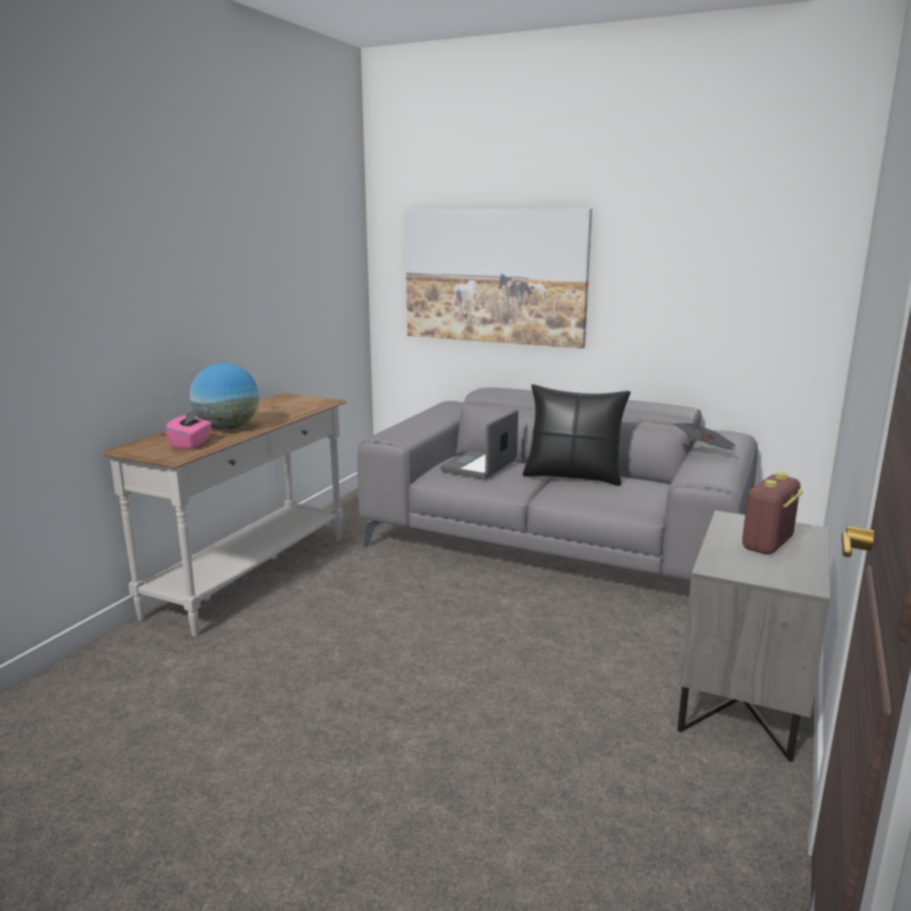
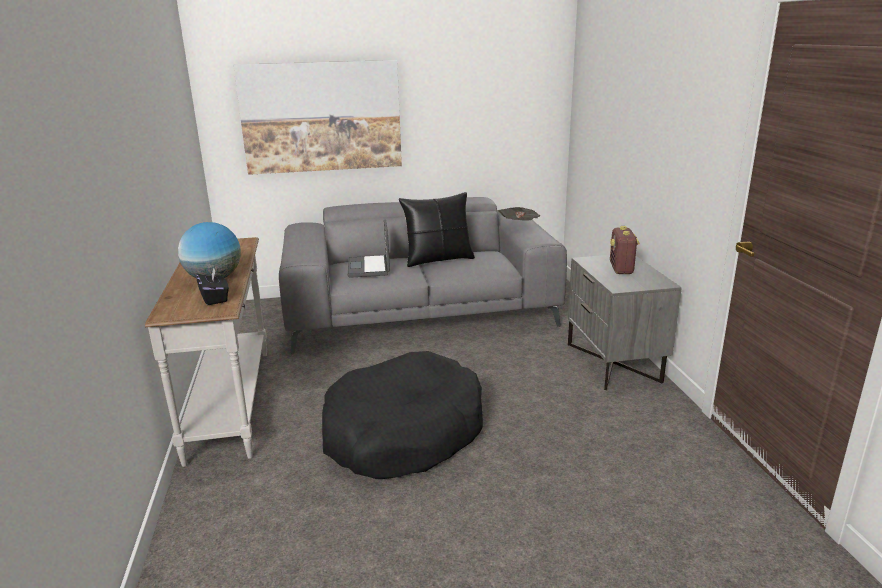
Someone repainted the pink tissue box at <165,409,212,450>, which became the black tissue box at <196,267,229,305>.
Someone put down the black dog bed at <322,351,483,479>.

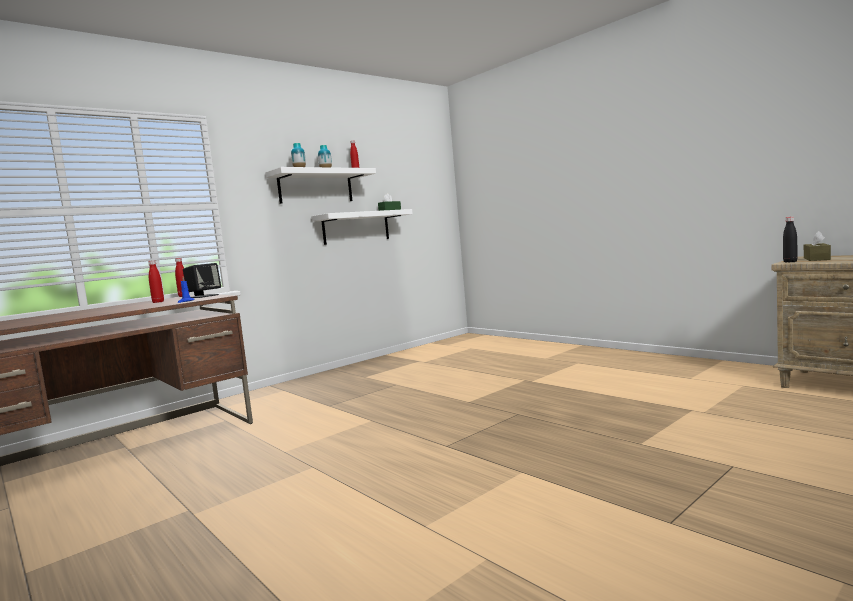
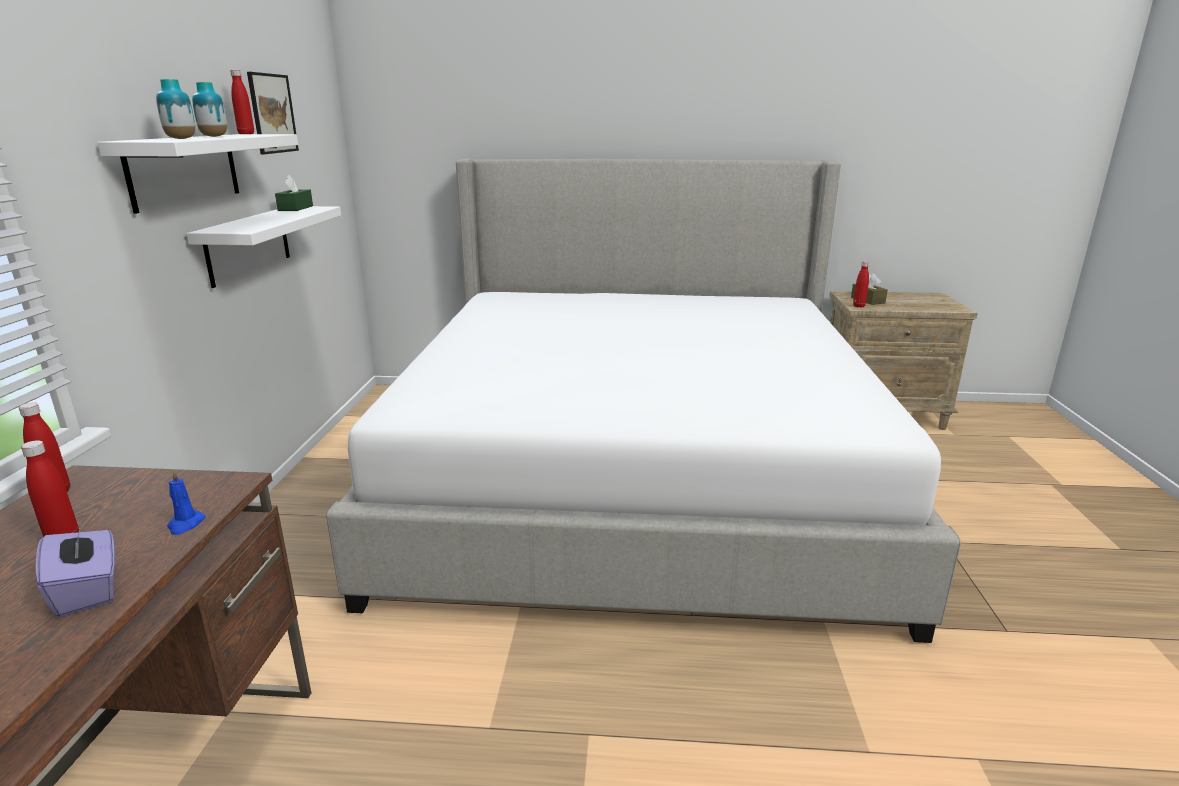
Someone put down the purple tissue box at <36,517,115,617>.
Someone put up the picture at <247,72,299,154>.
Someone put down the bed at <326,158,961,643>.
Someone repainted the black bottle at <783,217,798,262>, which became the red bottle at <853,261,869,308>.
Someone took away the black speaker at <183,263,221,298>.

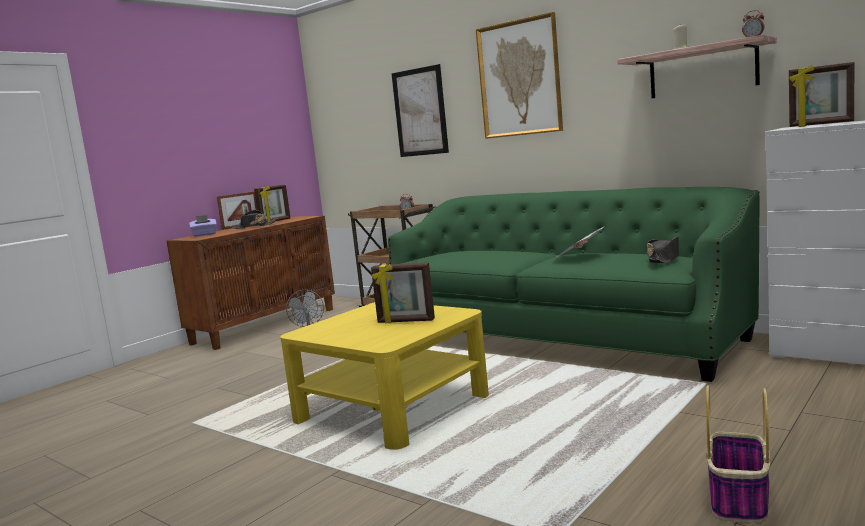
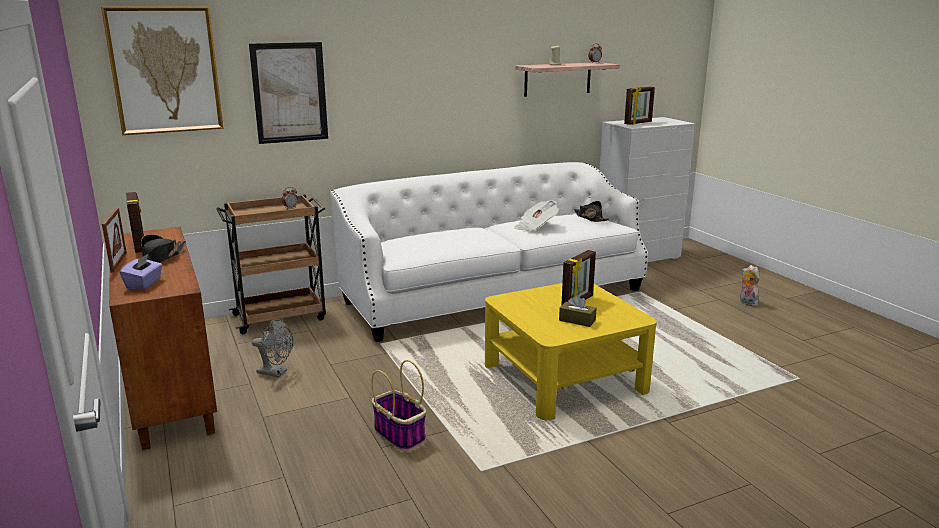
Someone carried the picture from <476,12,563,139> to <101,6,223,135>.
Someone repainted the green sofa at <388,187,760,382>, which became the white sofa at <330,162,648,342>.
Someone carried the basket from <706,385,771,523> to <372,360,426,451>.
Someone put down the brown tissue box at <559,295,596,327>.
Someone put down the plush toy at <740,265,760,306>.

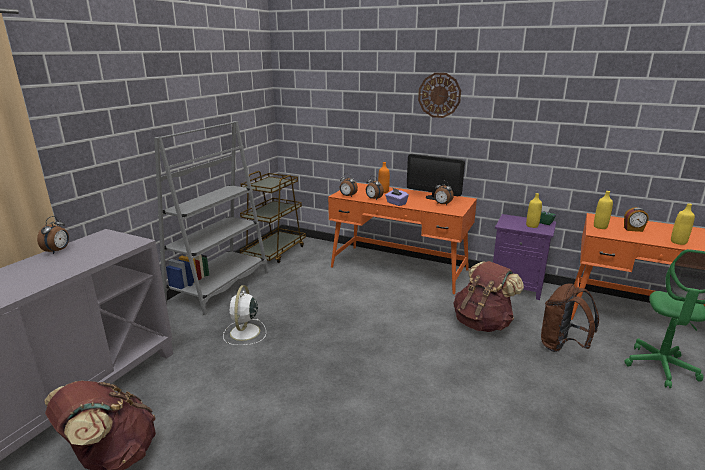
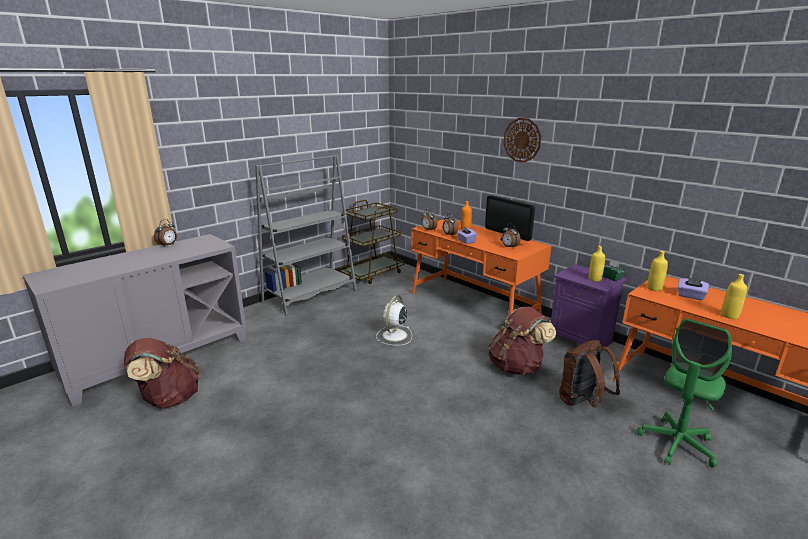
Someone carried the white fan from <223,285,266,345> to <376,295,412,346>.
Someone swapped the alarm clock at <624,207,649,232> for the purple tissue box at <678,277,709,300>.

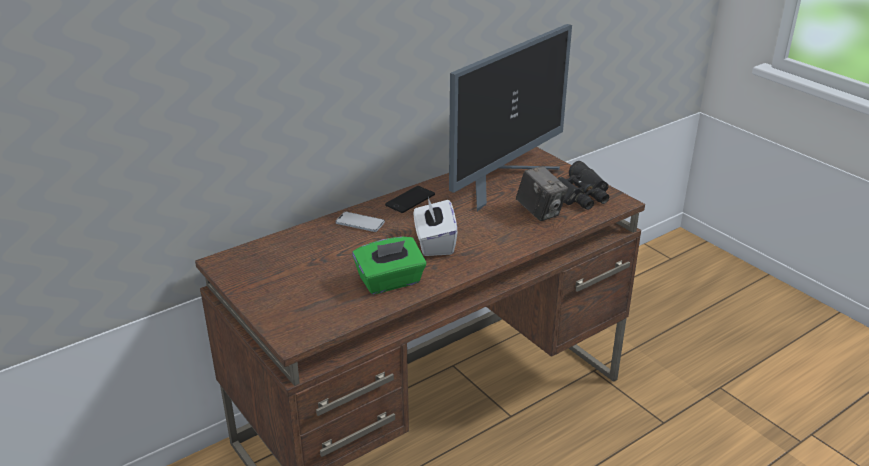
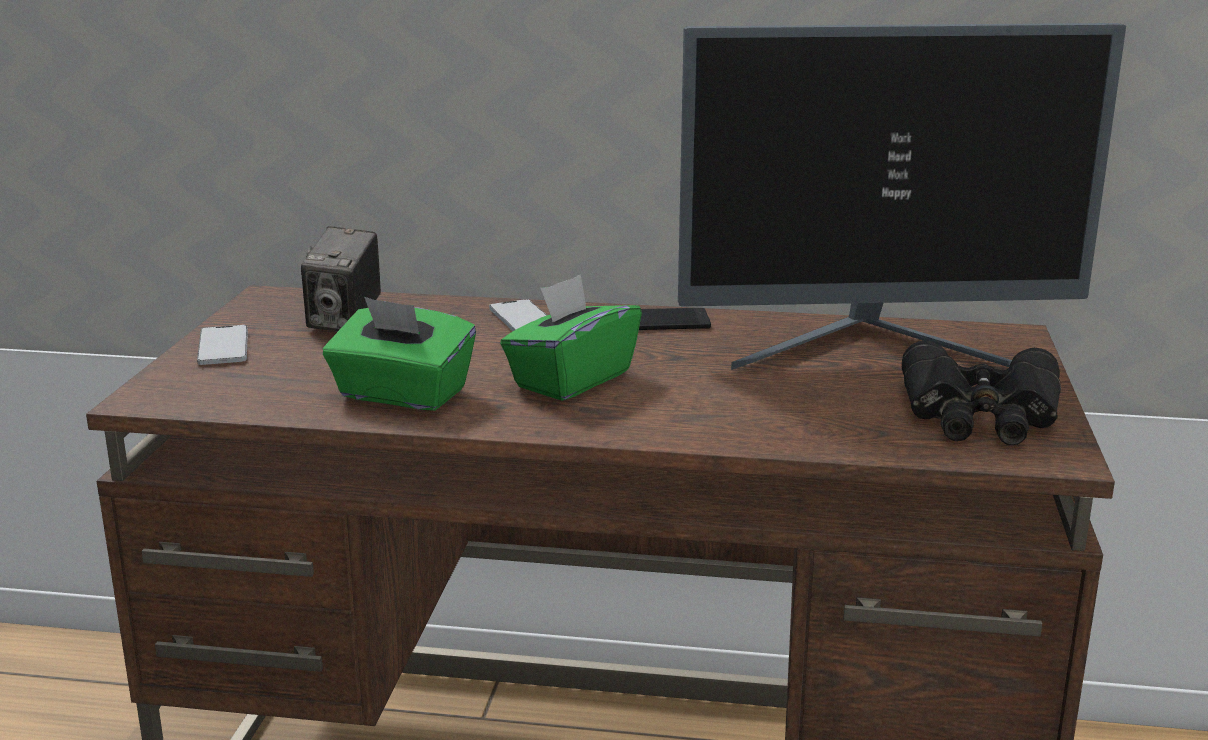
Someone put down the phone at <197,325,248,365>.
Someone carried the photo camera from <516,166,568,221> to <301,226,381,331>.
Someone repainted the white tissue box at <414,197,457,256>, which became the green tissue box at <500,275,642,401>.

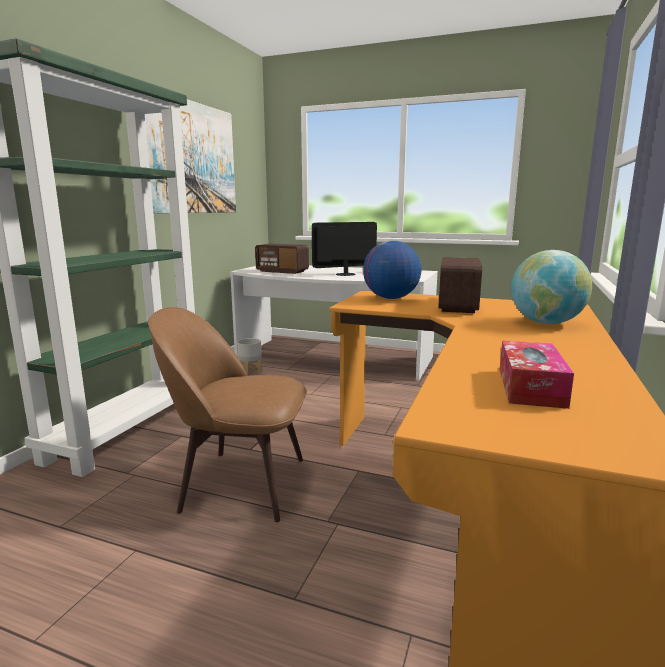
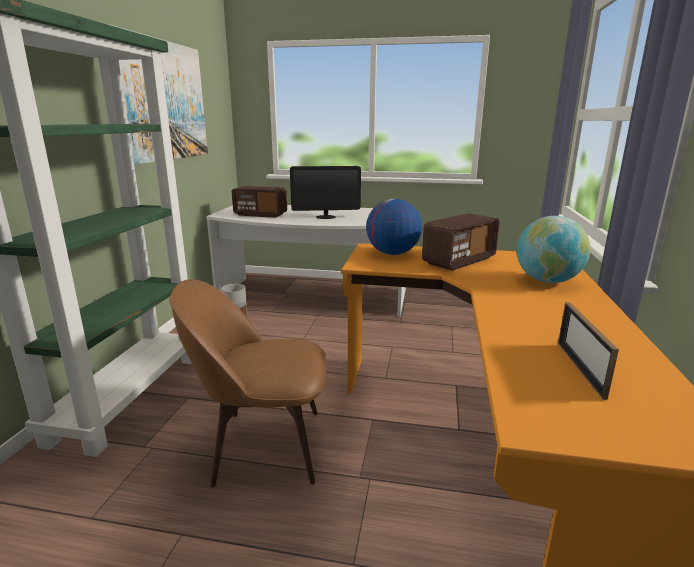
Someone rotated the monitor at <312,222,377,276> by 150 degrees counterclockwise.
Someone rotated the radio at <438,257,482,313> by 135 degrees counterclockwise.
Someone swapped the tissue box at <500,341,574,409> for the picture frame at <558,302,619,400>.

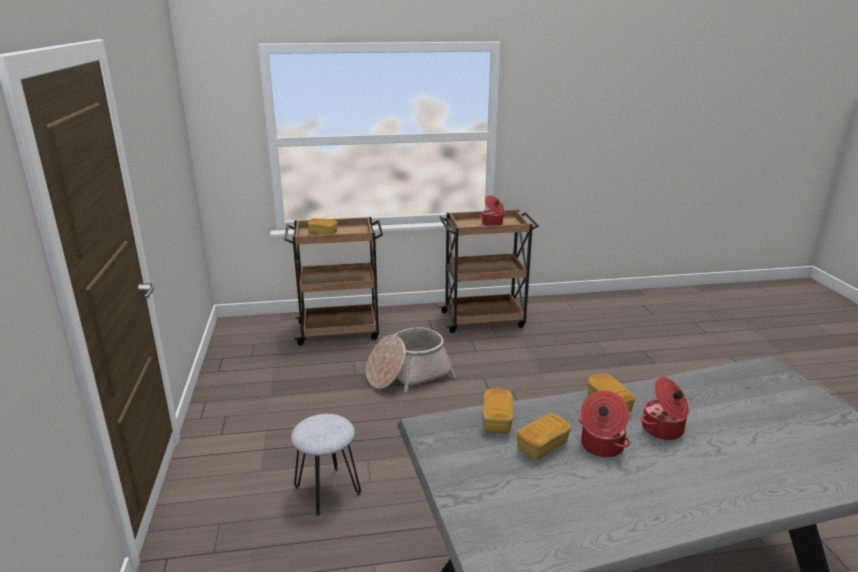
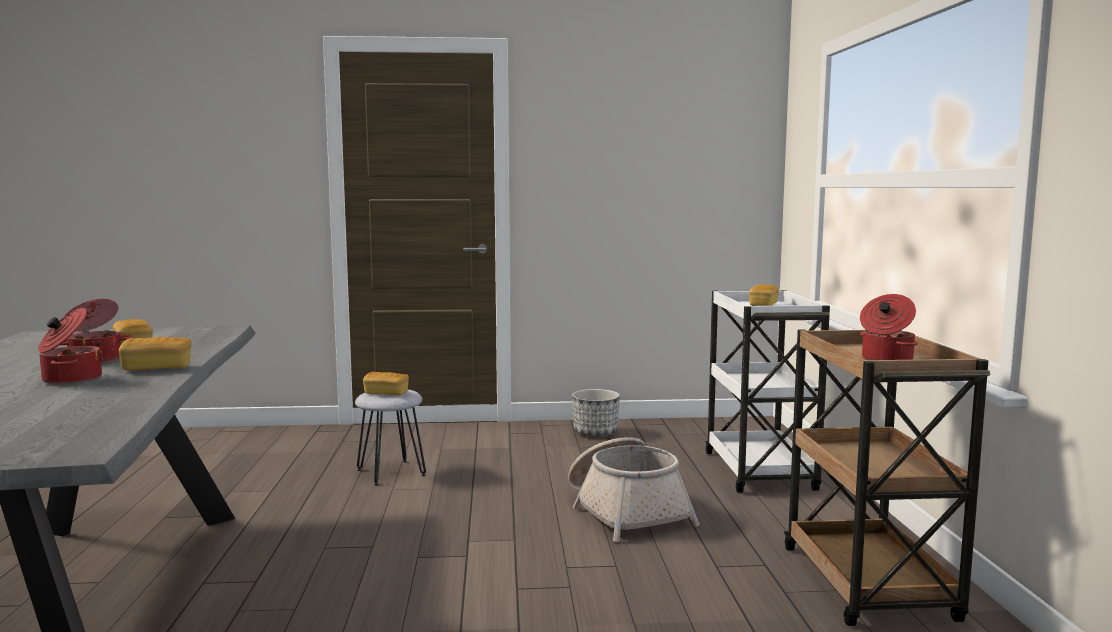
Someone carried the bread from <483,389,513,433> to <363,372,409,395>.
Someone put down the planter at <572,389,620,438>.
Someone repainted the brown cart at <284,217,383,345>, which became the white cart at <705,290,830,493>.

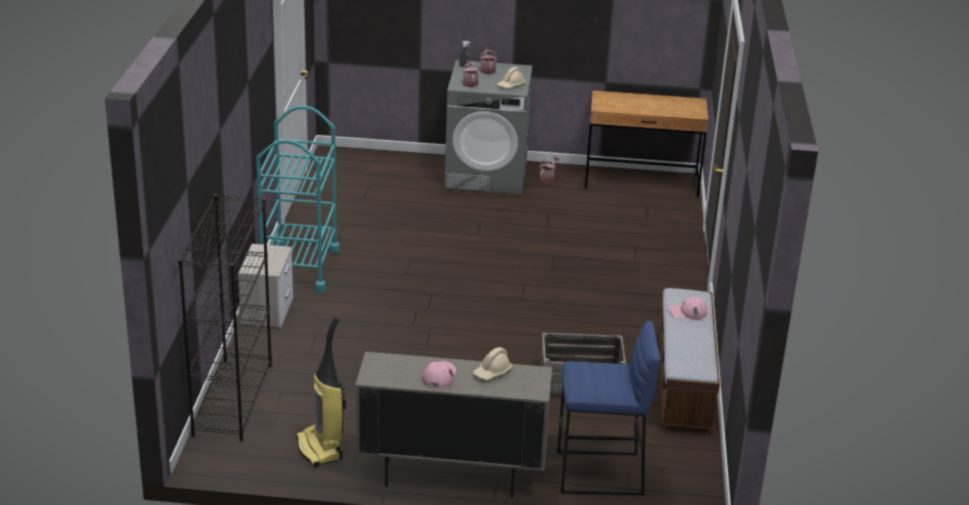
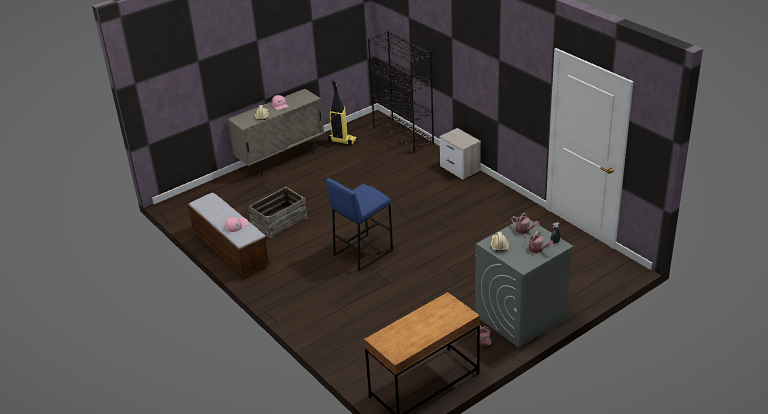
Someone carried the blue stool from <557,321,661,495> to <326,178,393,271>.
Someone took away the turquoise cart at <256,105,340,293>.

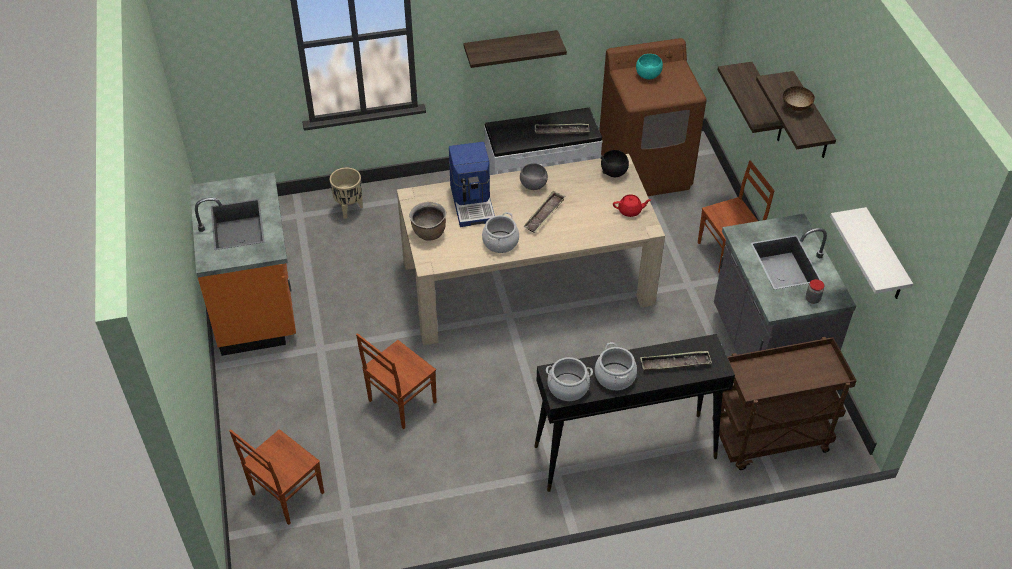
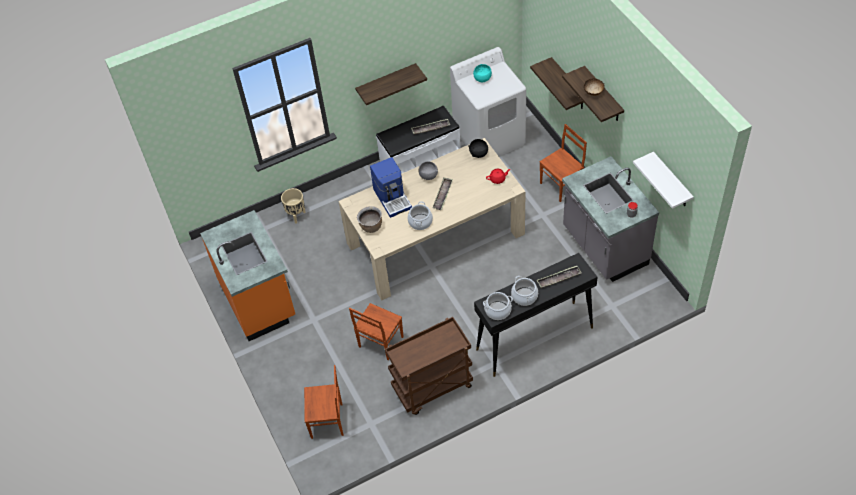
Someone rotated the brown chair at <229,429,324,525> by 120 degrees counterclockwise.
Someone carried the brown cart from <712,337,857,470> to <385,317,473,415>.
Someone repainted the brown washing machine at <599,38,706,196>, which became the white washing machine at <450,47,526,156>.

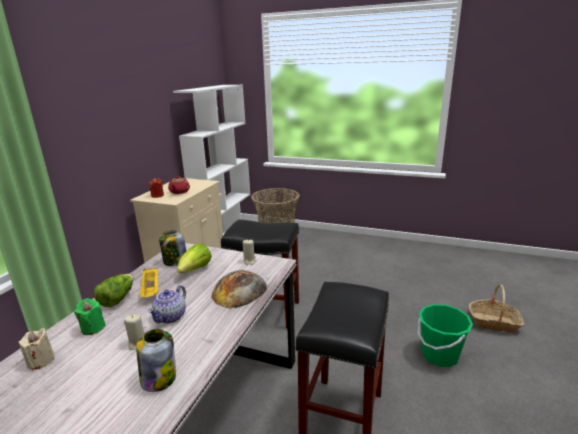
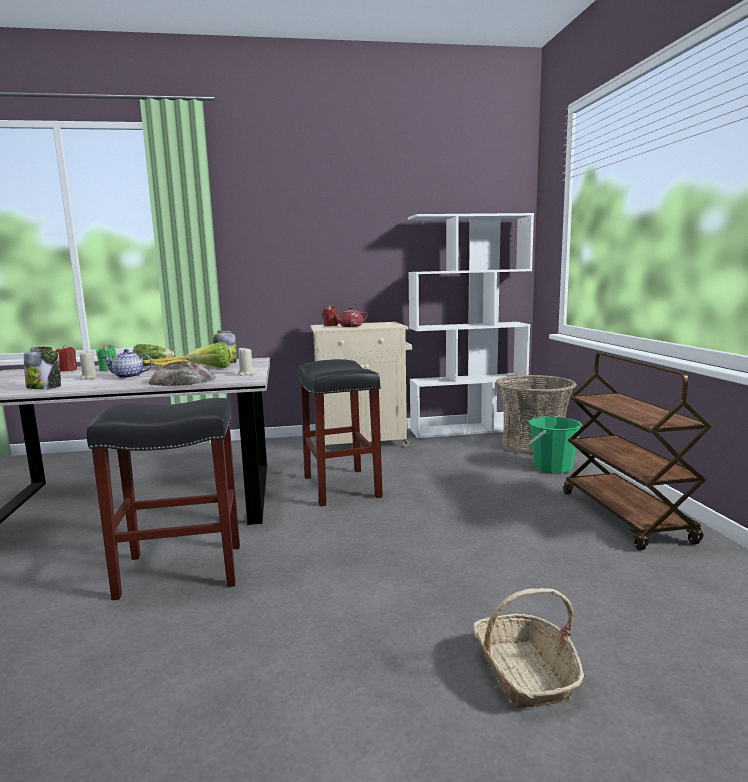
Someone repainted the beige candle at <19,328,55,371>, which became the red candle at <56,345,77,371>.
Someone carried the green bucket from <417,304,473,367> to <528,417,582,474>.
Someone put down the brown cart at <563,352,712,550>.

